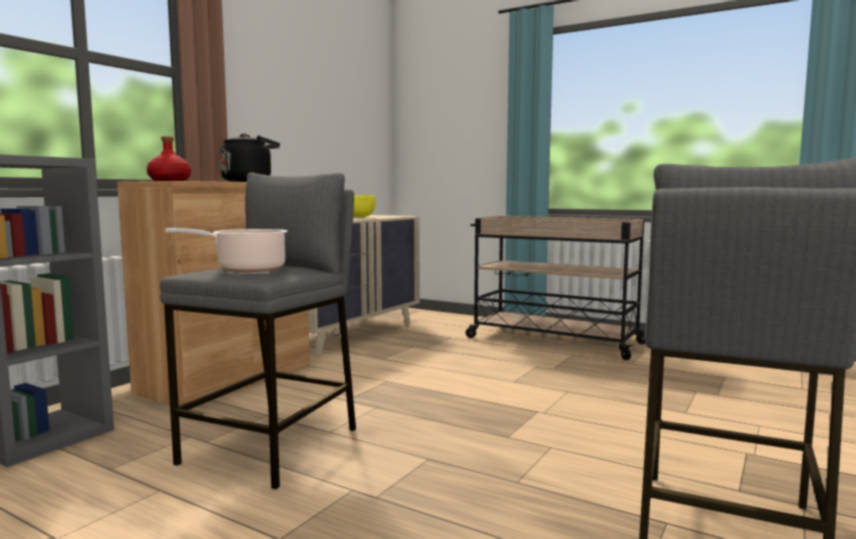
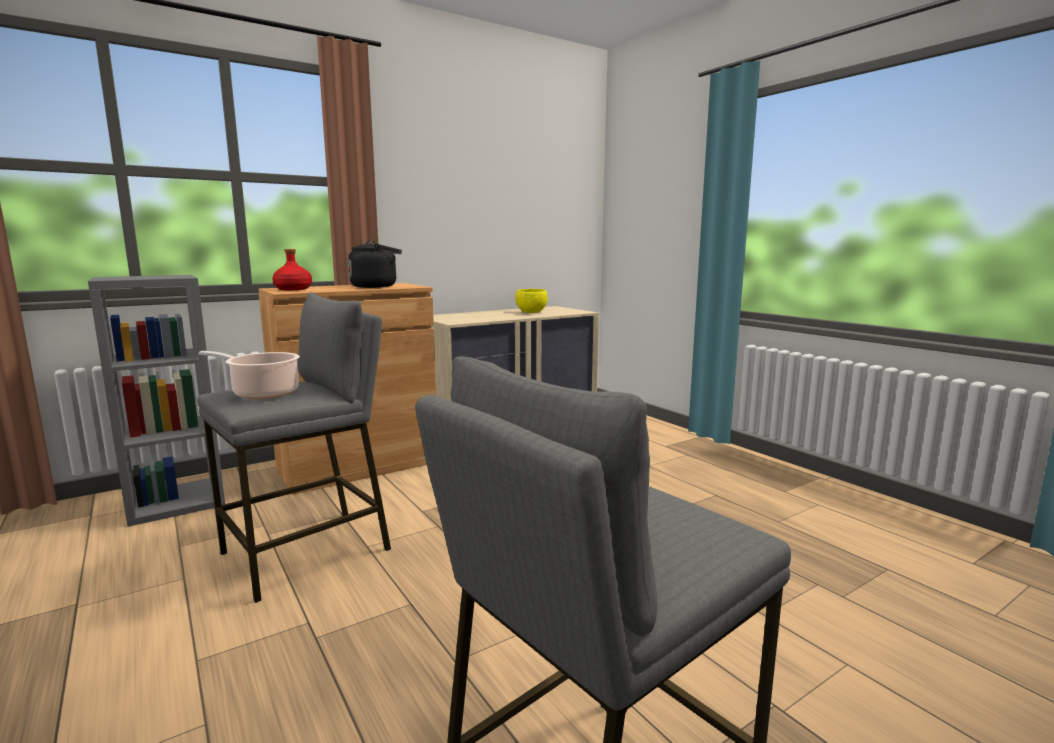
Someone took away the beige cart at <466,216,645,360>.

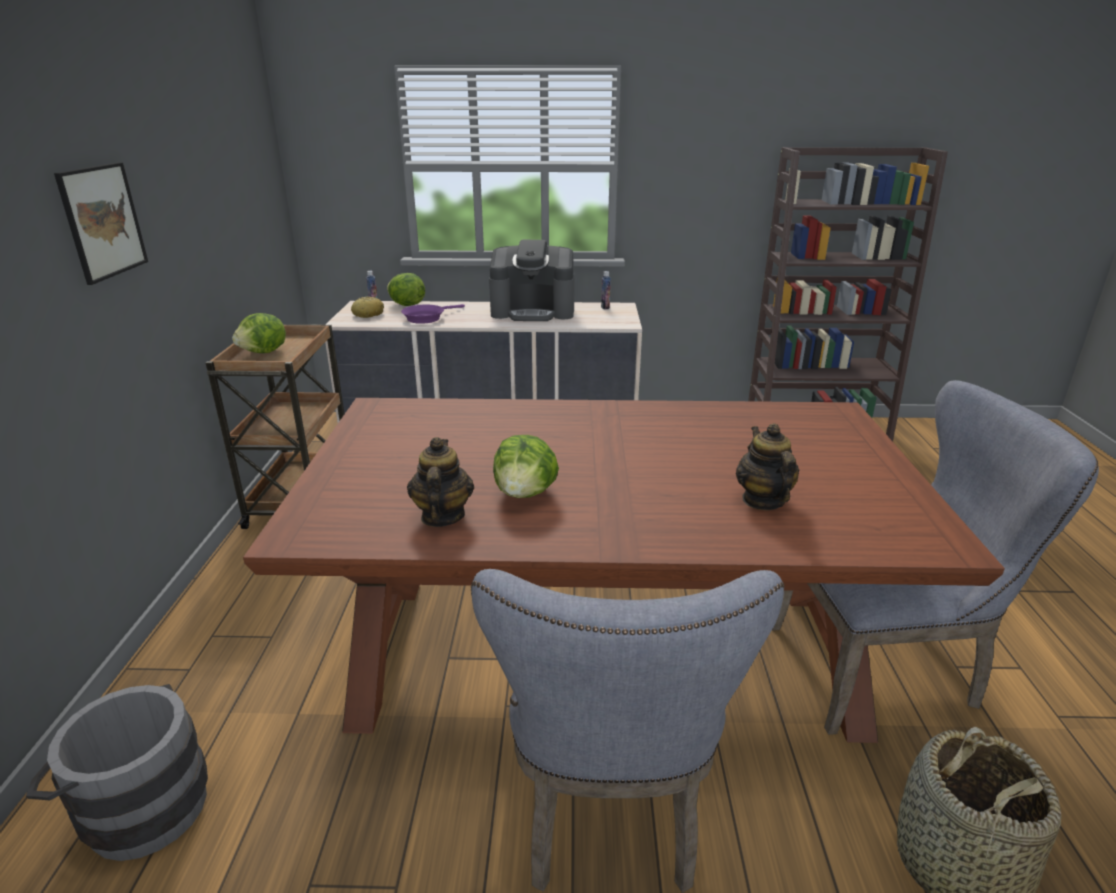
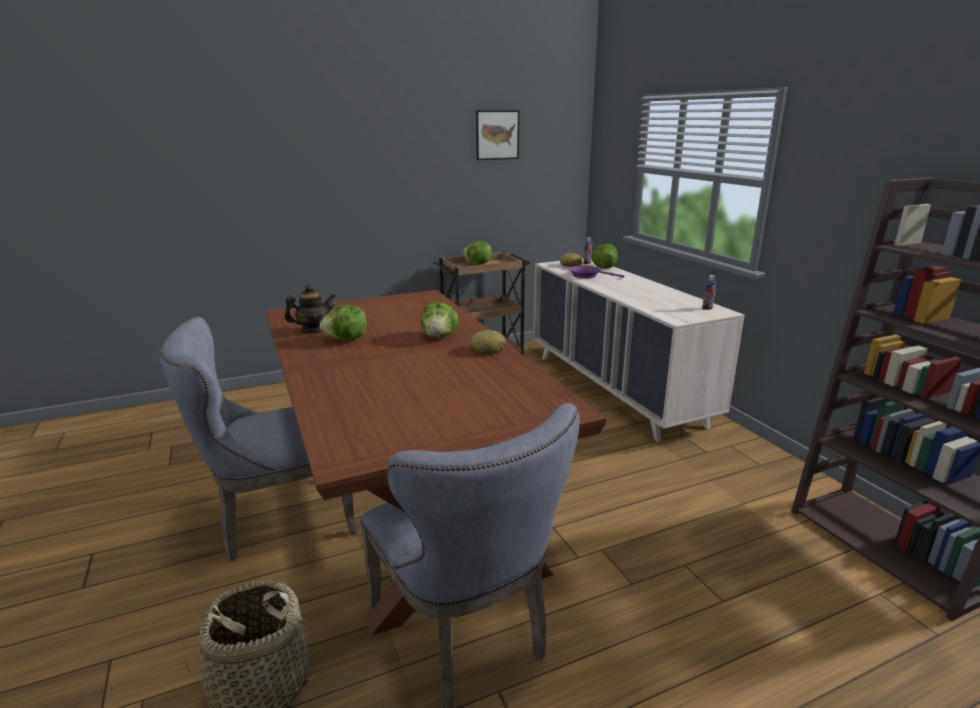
Someone put down the lettuce at <421,302,459,338>.
Someone put down the bread at <470,330,506,354>.
Someone carried the picture from <54,162,148,285> to <476,110,520,160>.
Someone took away the grey bucket at <26,684,208,861>.
Someone took away the coffee machine at <489,240,575,321>.
Someone took away the teapot at <736,423,799,510>.

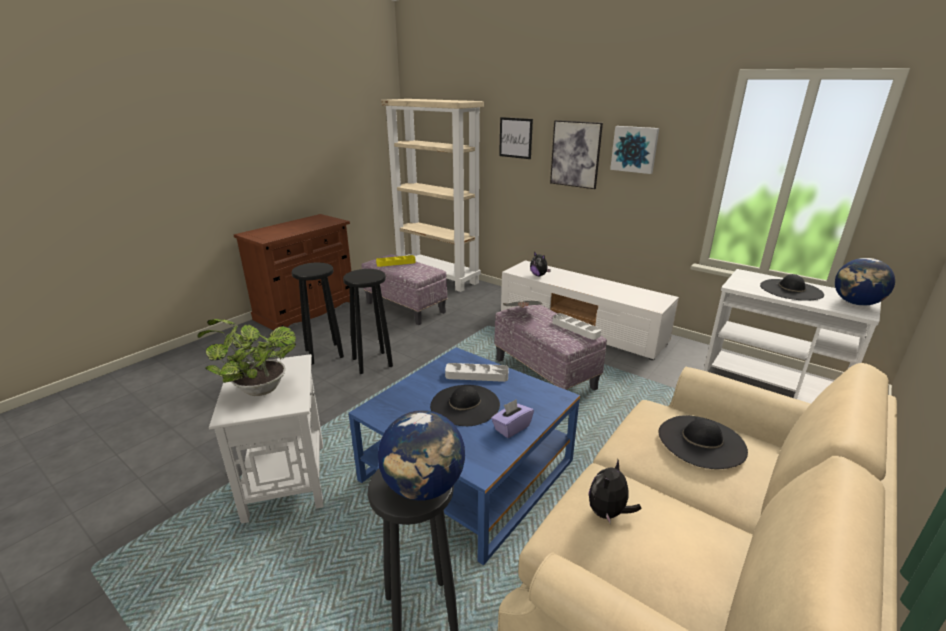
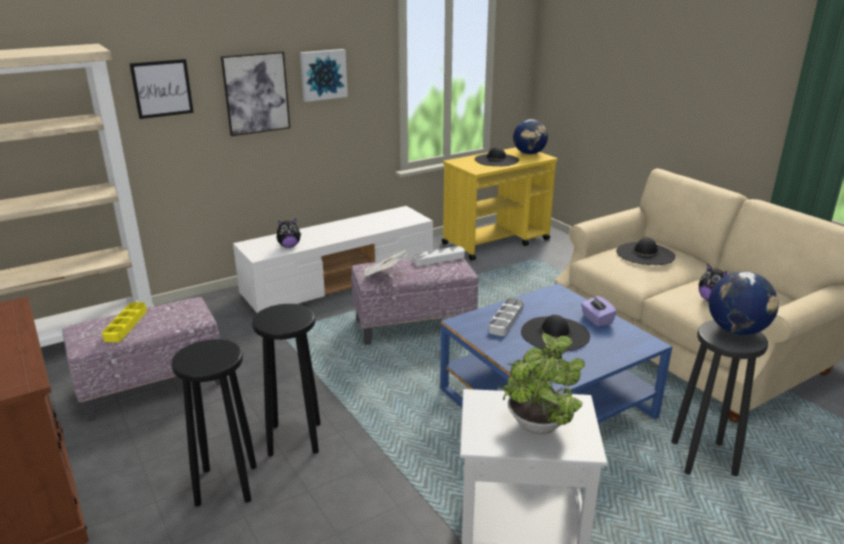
Someone repainted the white cart at <703,269,881,404>, which became the yellow cart at <442,147,558,261>.

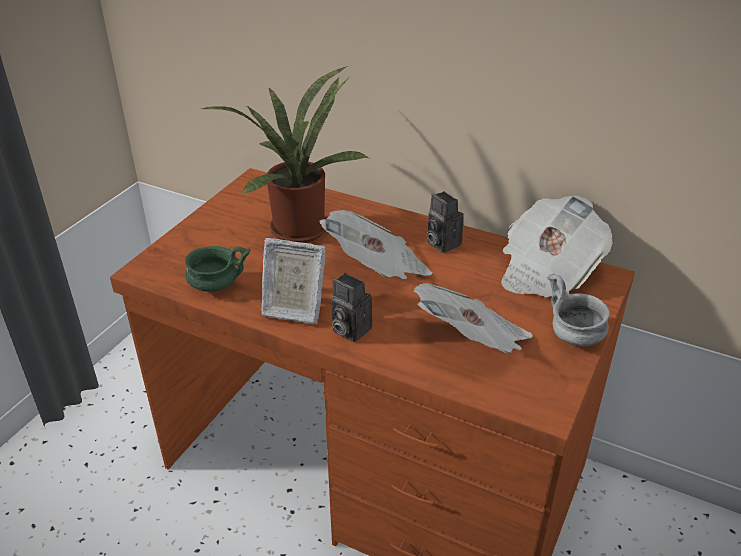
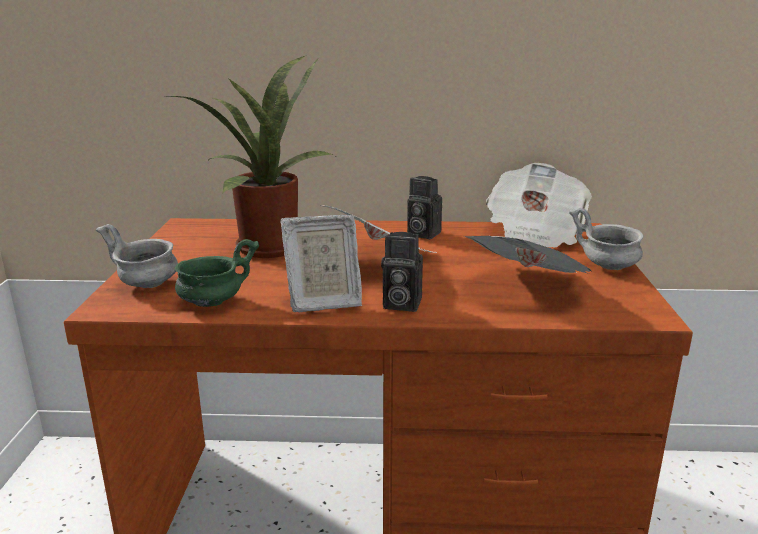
Someone put down the grey bowl at <96,224,178,288>.

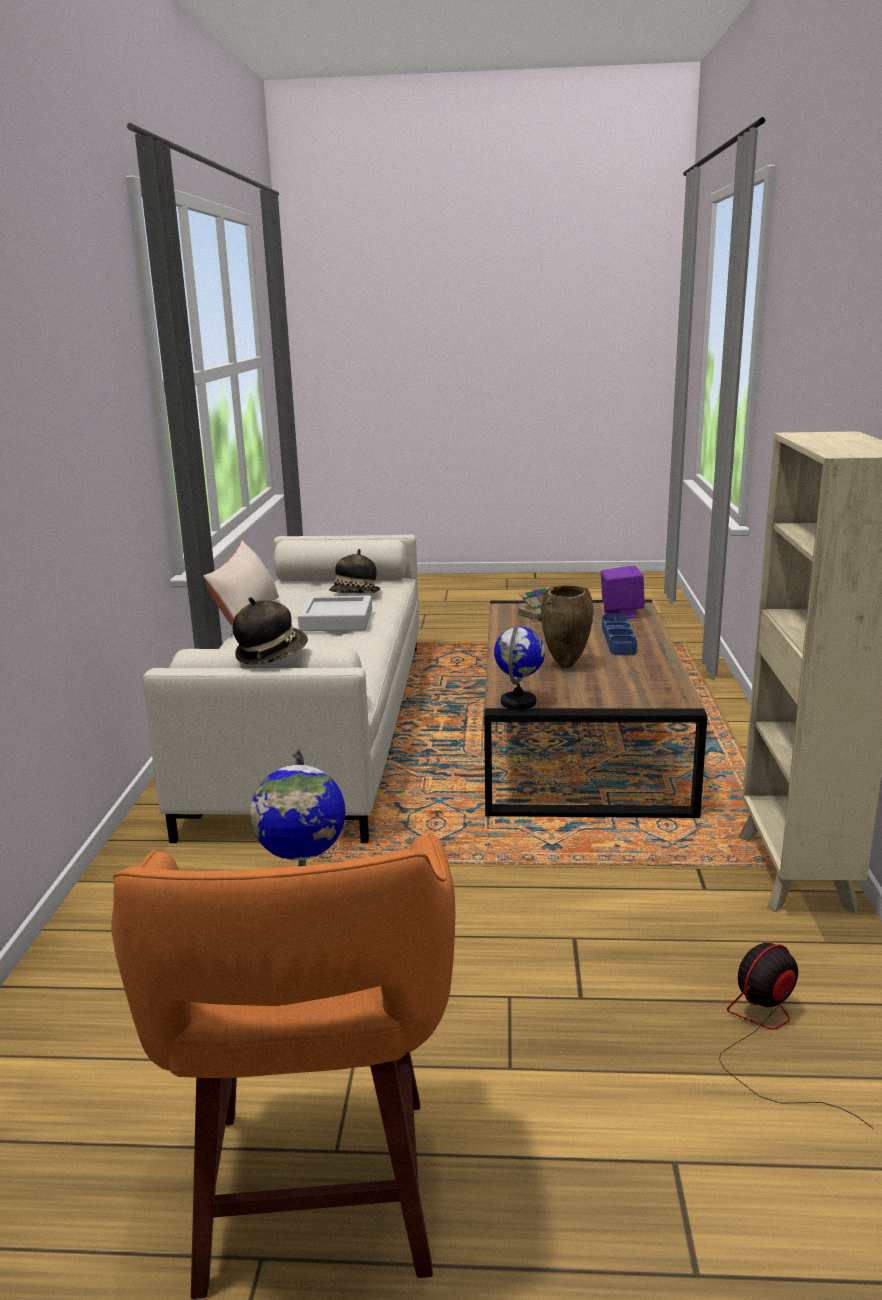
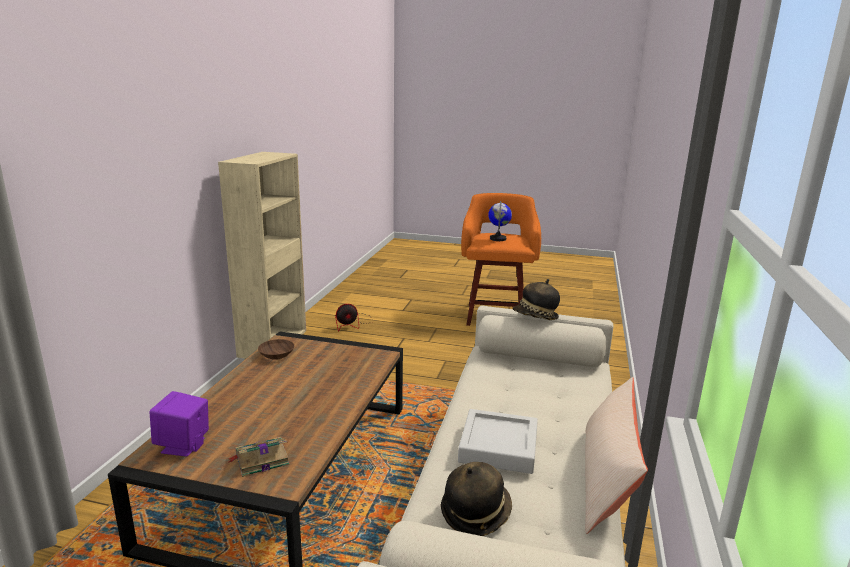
Someone put down the brown bowl at <258,339,294,360>.
Someone took away the globe at <494,625,545,710>.
Someone took away the brown vase at <541,585,593,668>.
Someone took away the blue tray at <602,614,637,655>.

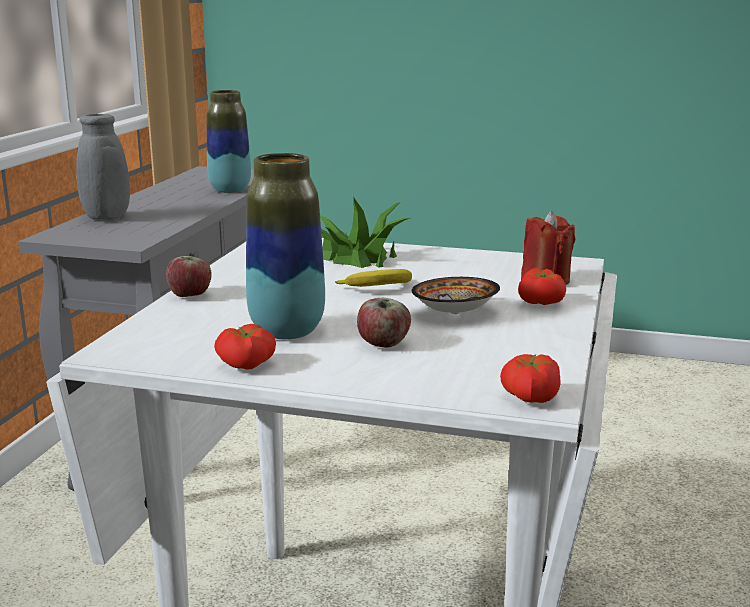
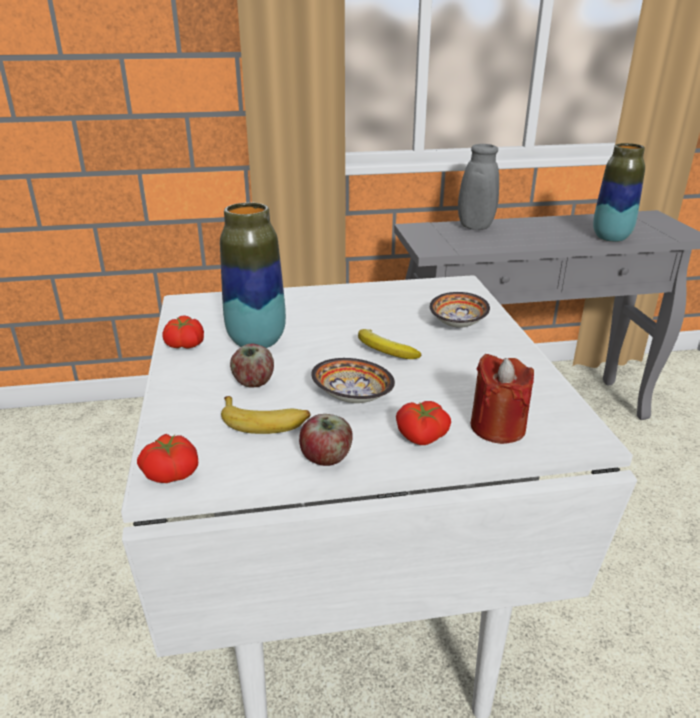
Someone put down the banana at <221,396,310,434>.
Someone carried the apple from <166,256,212,297> to <299,414,353,466>.
Someone swapped the potted plant at <320,197,409,268> for the bowl at <430,292,490,328>.

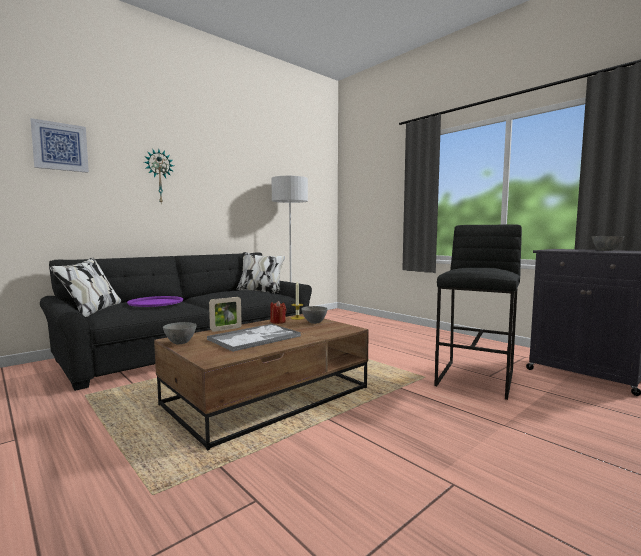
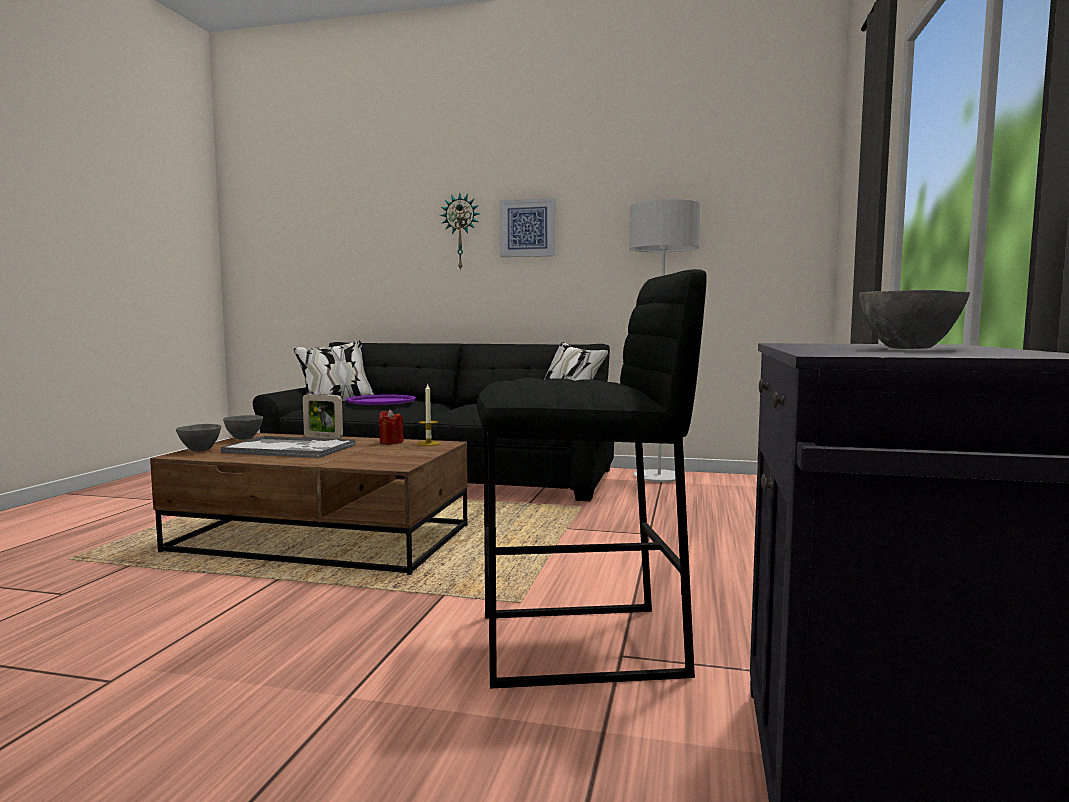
Someone carried the grey bowl from <302,306,328,324> to <176,424,221,452>.
Someone carried the picture from <30,118,89,173> to <500,198,555,257>.

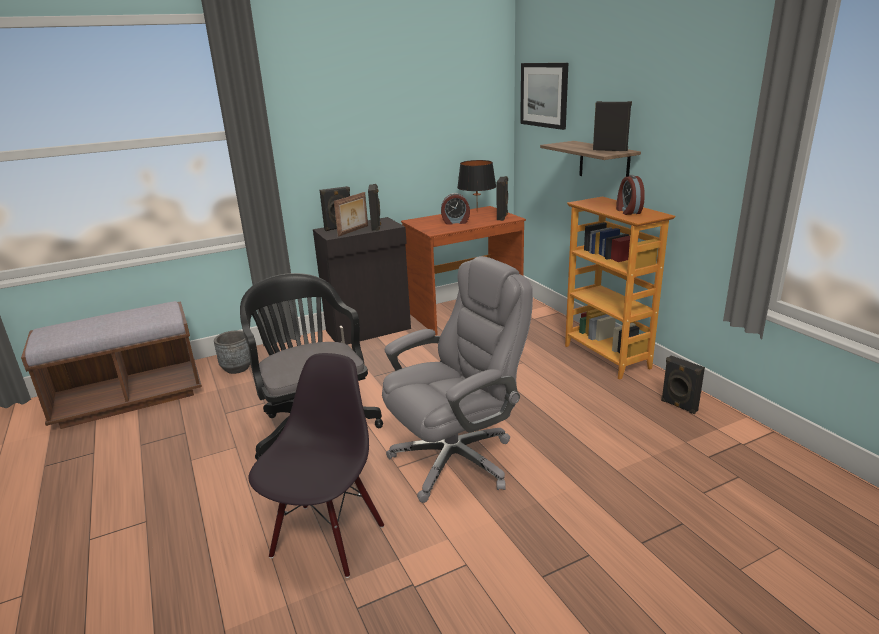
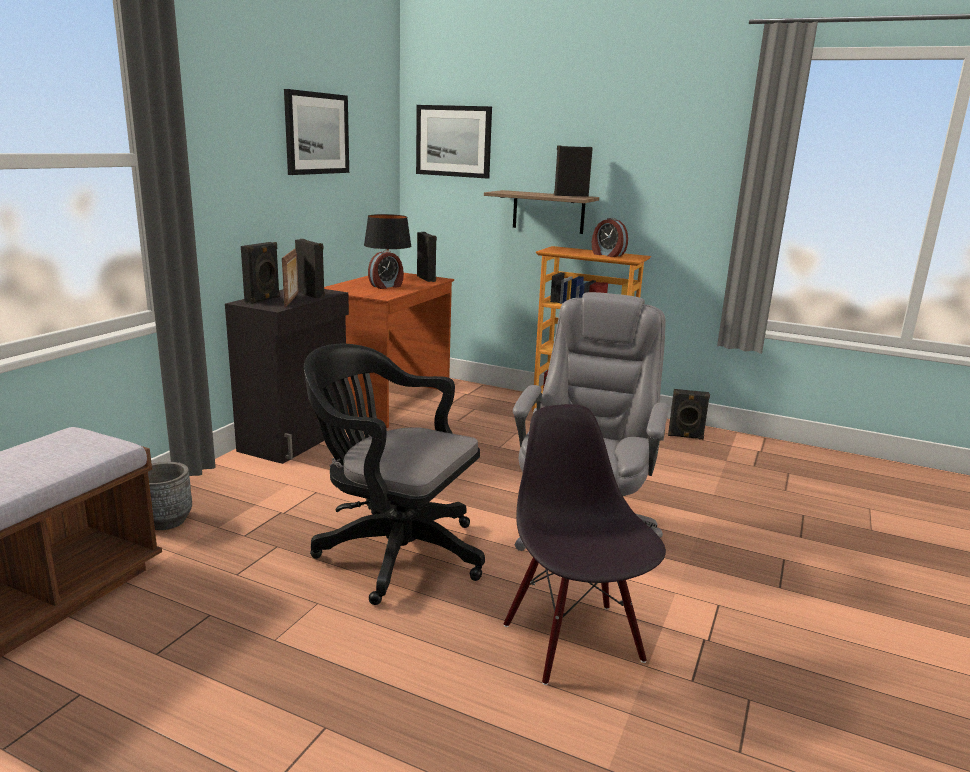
Someone put up the picture at <284,89,349,175>.

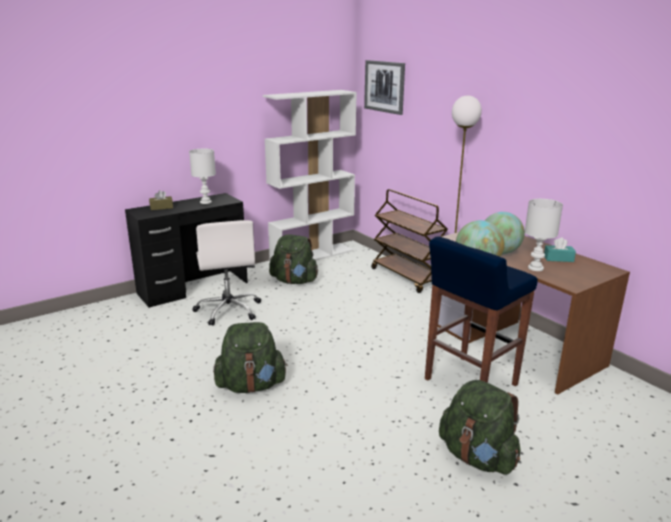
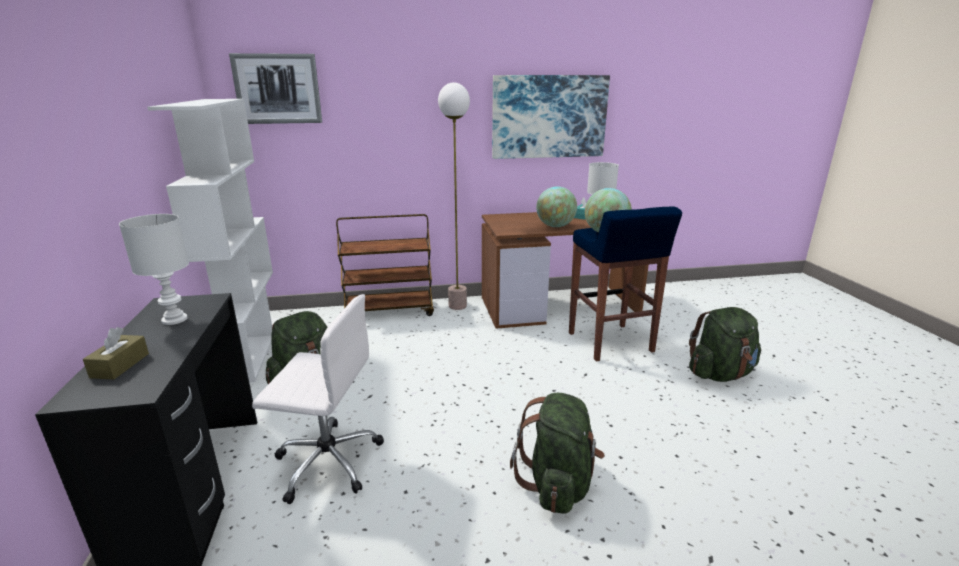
Someone put up the picture at <492,75,610,159>.

